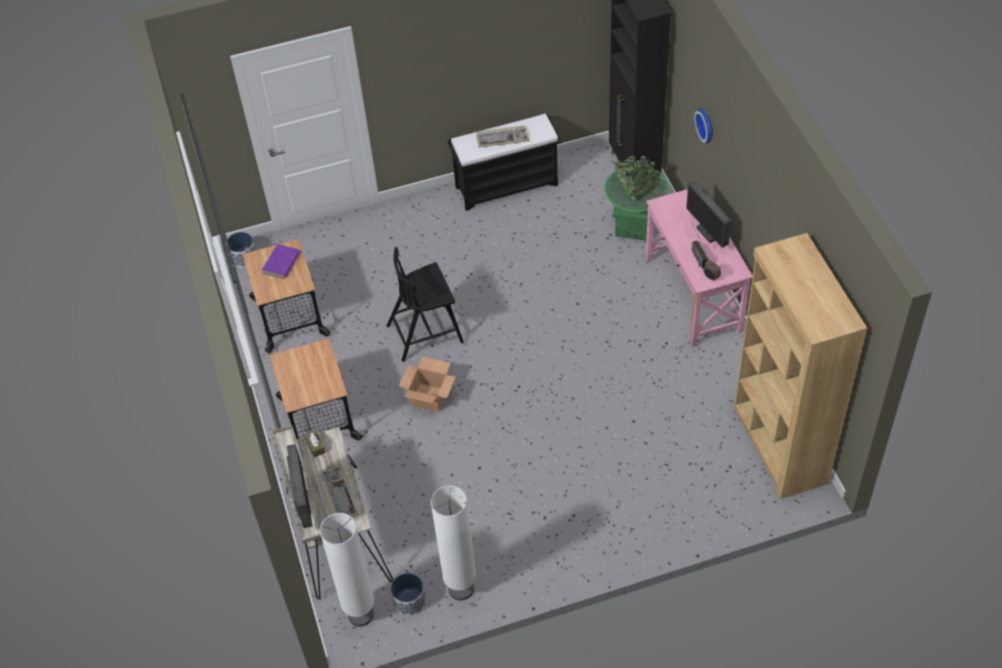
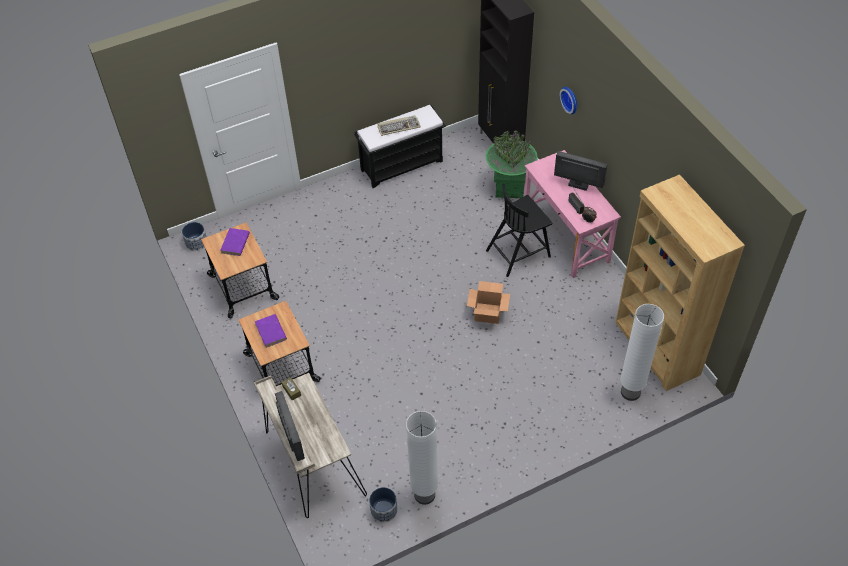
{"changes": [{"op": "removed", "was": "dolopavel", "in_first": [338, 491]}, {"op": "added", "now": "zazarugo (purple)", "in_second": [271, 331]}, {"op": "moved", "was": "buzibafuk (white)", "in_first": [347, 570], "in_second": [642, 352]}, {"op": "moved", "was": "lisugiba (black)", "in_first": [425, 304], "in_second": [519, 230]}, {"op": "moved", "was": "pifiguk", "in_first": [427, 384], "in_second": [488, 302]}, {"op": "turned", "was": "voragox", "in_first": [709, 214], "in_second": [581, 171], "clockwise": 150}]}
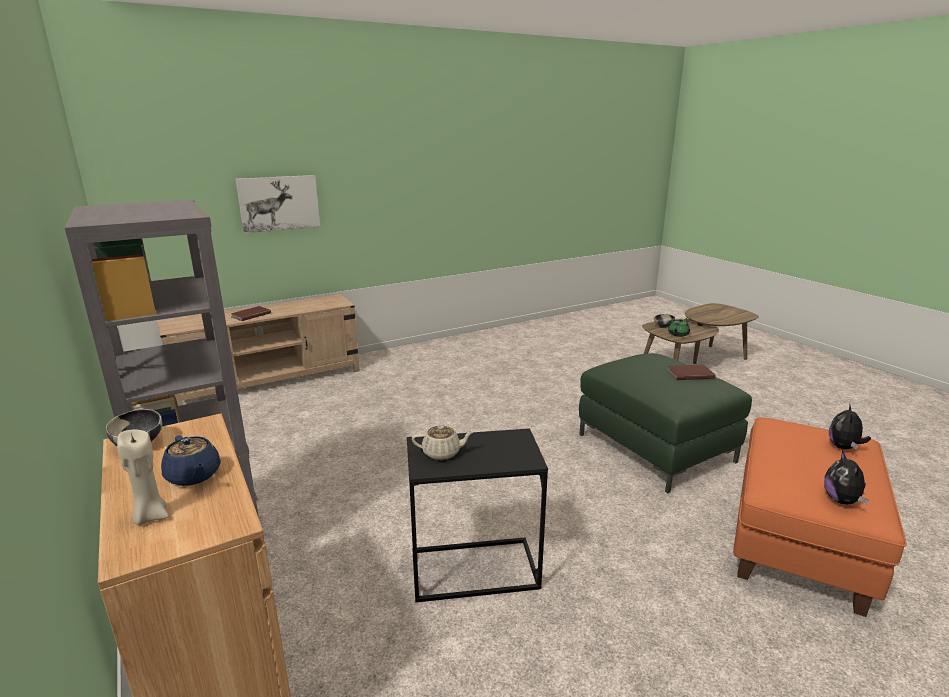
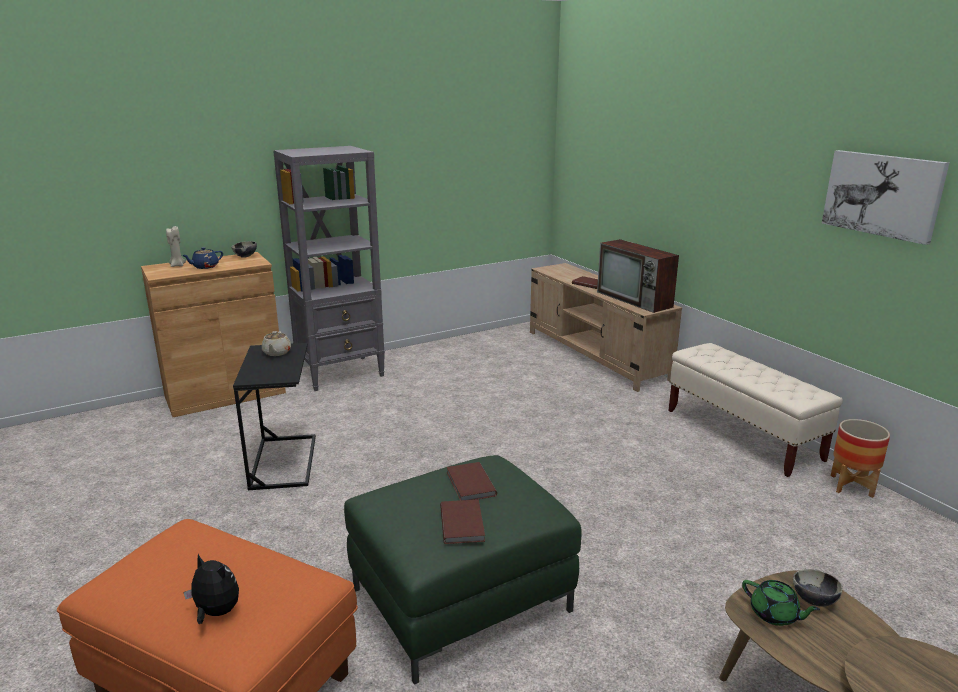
{"changes": [{"op": "removed", "was": "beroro", "in_first": [846, 478]}, {"op": "added", "now": "zazarugo (brown)", "in_second": [472, 481]}, {"op": "added", "now": "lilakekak", "in_second": [638, 276]}, {"op": "added", "now": "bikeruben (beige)", "in_second": [755, 410]}, {"op": "added", "now": "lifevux", "in_second": [860, 458]}, {"op": "moved", "was": "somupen", "in_first": [278, 204], "in_second": [885, 197]}]}
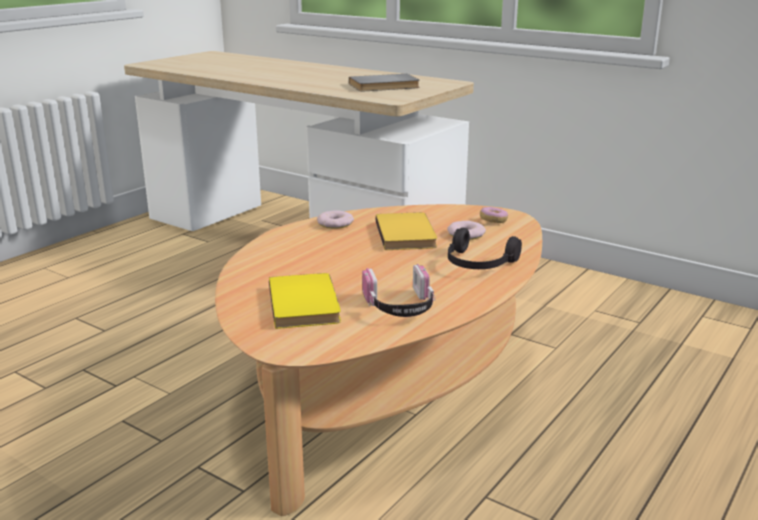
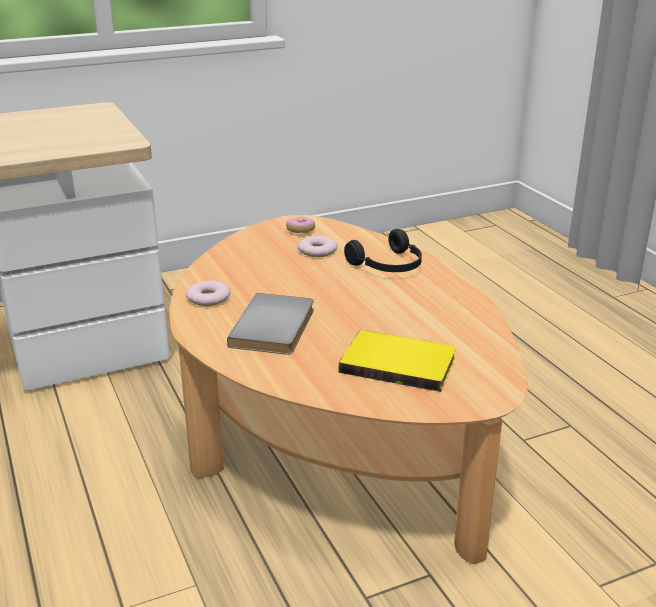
{"changes": [{"op": "removed", "was": "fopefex", "in_first": [398, 290]}, {"op": "removed", "was": "zazarugo (yellow)", "in_first": [406, 231]}, {"op": "moved", "was": "zazarugo (grey)", "in_first": [384, 82], "in_second": [270, 324]}]}
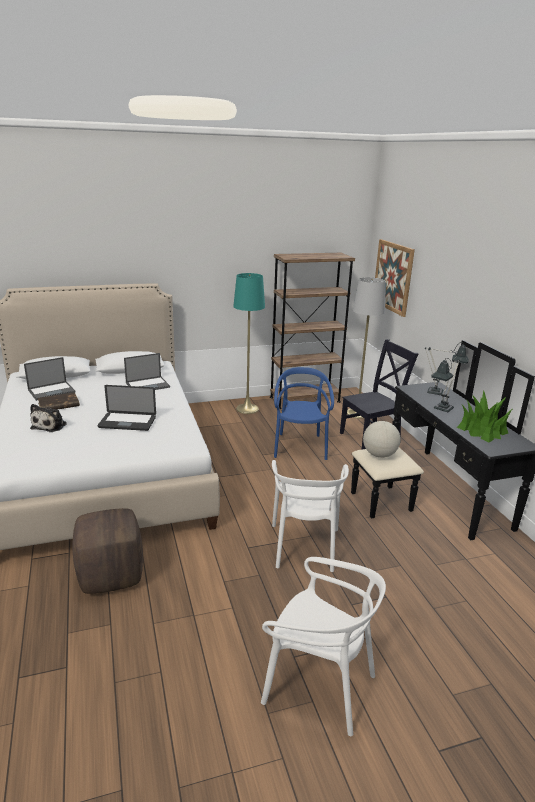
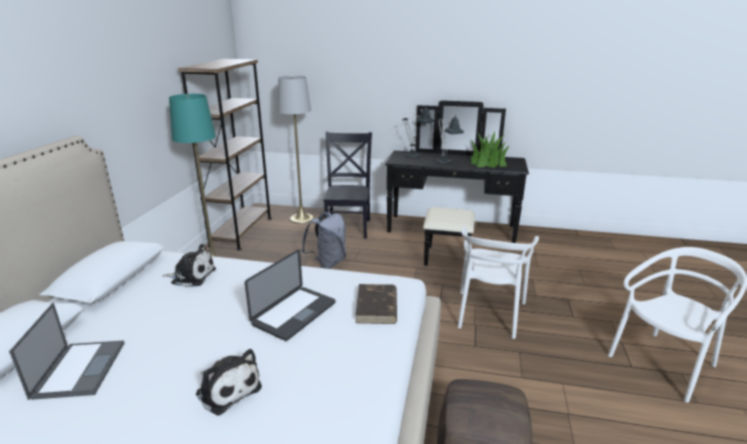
{"changes": [{"op": "removed", "was": "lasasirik", "in_first": [382, 439]}, {"op": "removed", "was": "somupen", "in_first": [395, 278]}, {"op": "moved", "was": "zazarugo (brown)", "in_first": [59, 401], "in_second": [376, 304]}, {"op": "replaced", "was": "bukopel", "now": "beroro", "in_first": [147, 371], "in_second": [189, 265]}, {"op": "replaced", "was": "lisugiba (blue)", "now": "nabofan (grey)", "in_first": [304, 413], "in_second": [323, 240]}, {"op": "turned", "was": "lisugiba (white)", "in_first": [310, 516], "in_second": [498, 283], "clockwise": 75}]}
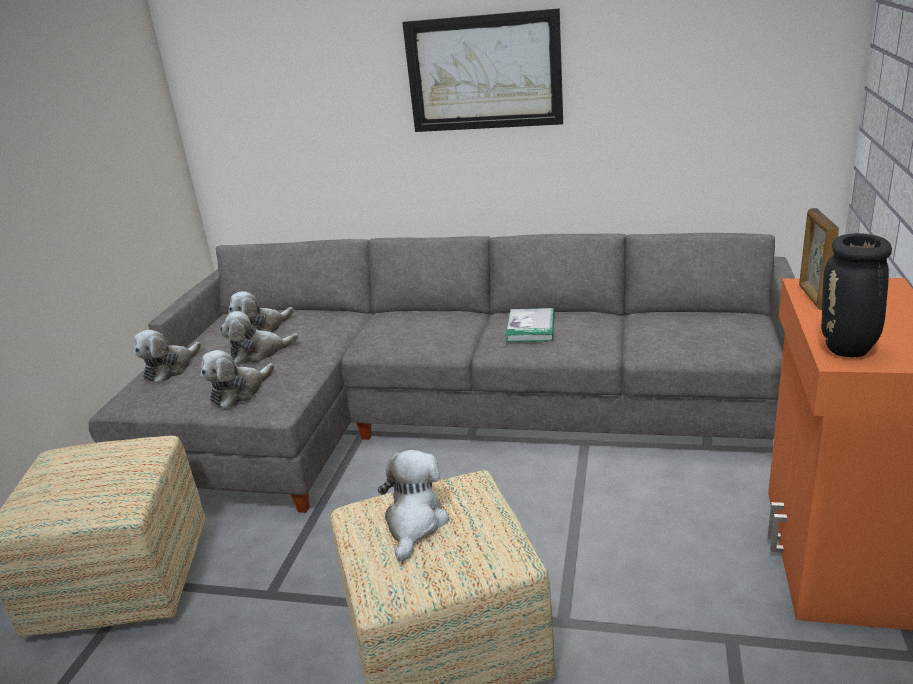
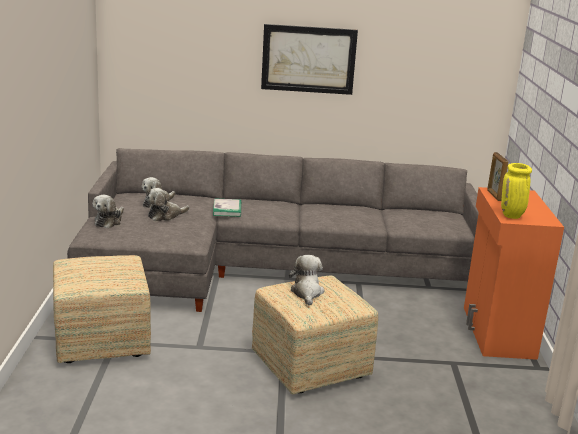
{"changes": [{"op": "removed", "was": "beroro", "in_first": [237, 379]}, {"op": "moved", "was": "zazarugo", "in_first": [530, 325], "in_second": [227, 208]}, {"op": "recoloured", "was": "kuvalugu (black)", "now": "kuvalugu (yellow)", "in_first": [856, 295], "in_second": [516, 191]}]}
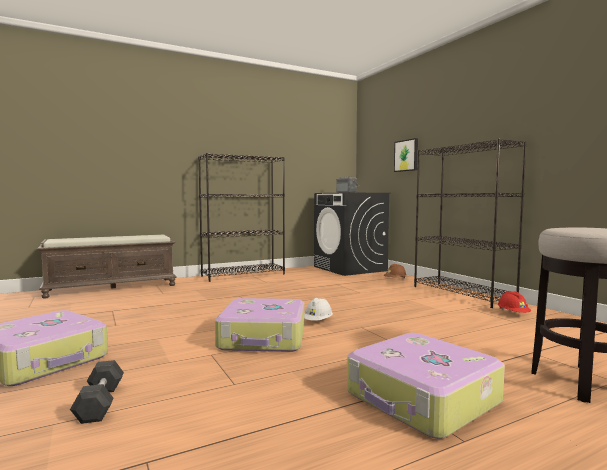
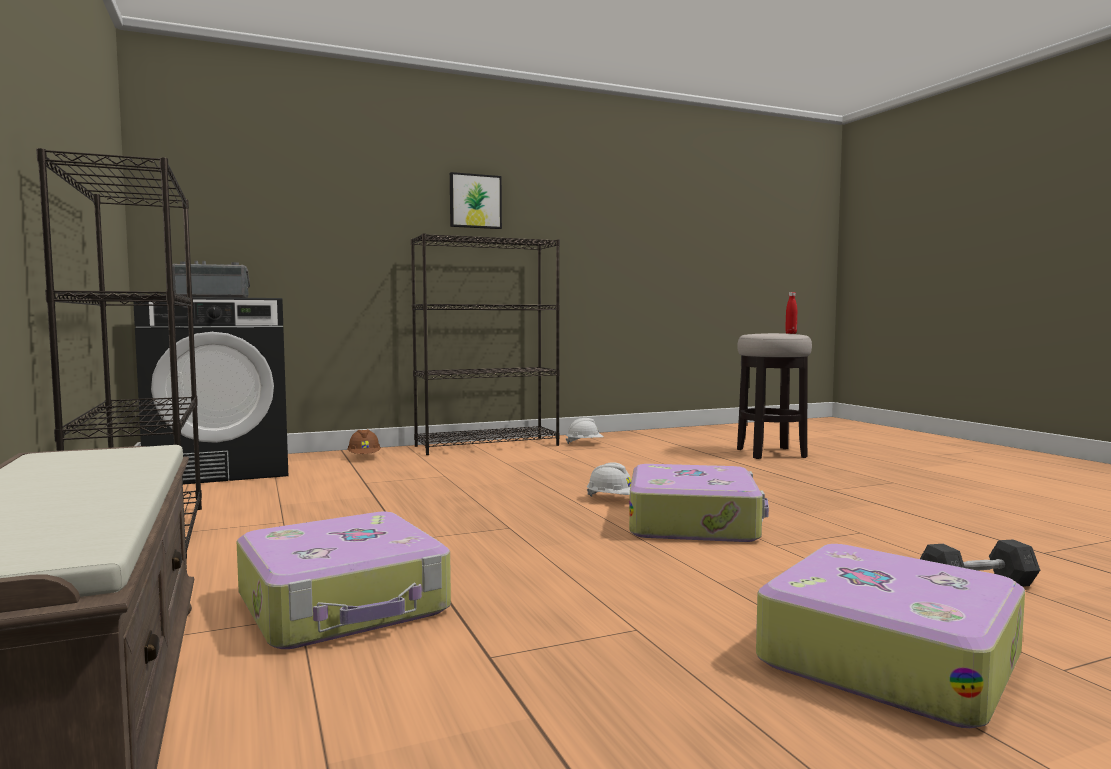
{"changes": [{"op": "added", "now": "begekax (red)", "in_second": [791, 313]}, {"op": "moved", "was": "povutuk", "in_first": [426, 386], "in_second": [344, 580]}, {"op": "moved", "was": "somupen", "in_first": [406, 155], "in_second": [476, 200]}, {"op": "recoloured", "was": "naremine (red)", "now": "naremine (white)", "in_first": [514, 302], "in_second": [585, 431]}]}
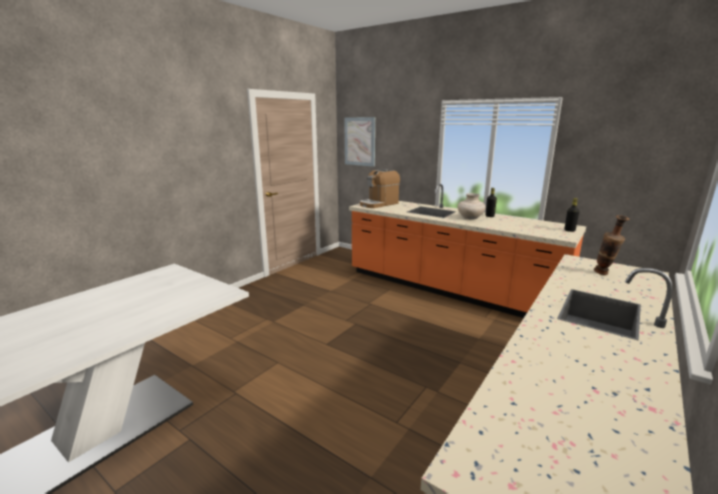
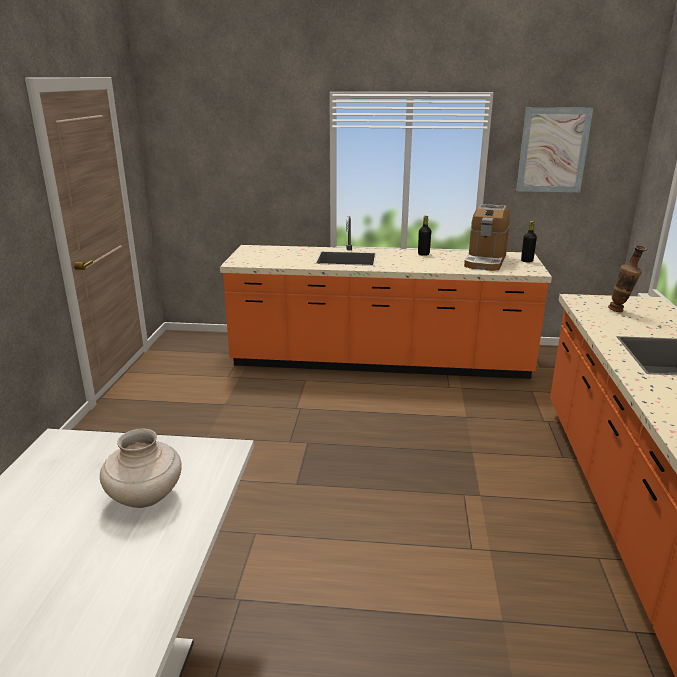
{"changes": [{"op": "moved", "was": "somupen", "in_first": [359, 142], "in_second": [554, 149]}, {"op": "moved", "was": "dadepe", "in_first": [380, 188], "in_second": [487, 237]}, {"op": "moved", "was": "kuvalugu (beige)", "in_first": [471, 206], "in_second": [141, 468]}]}
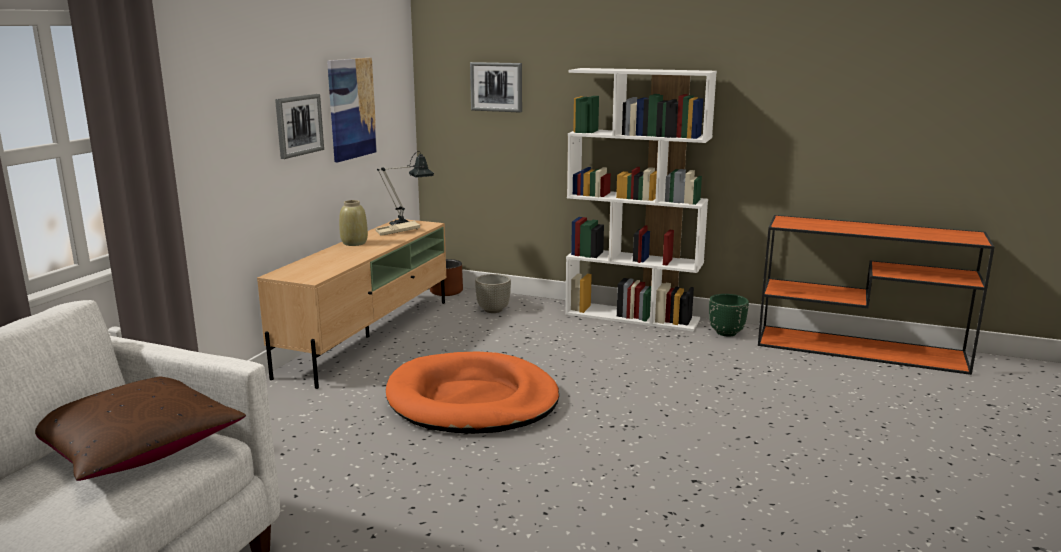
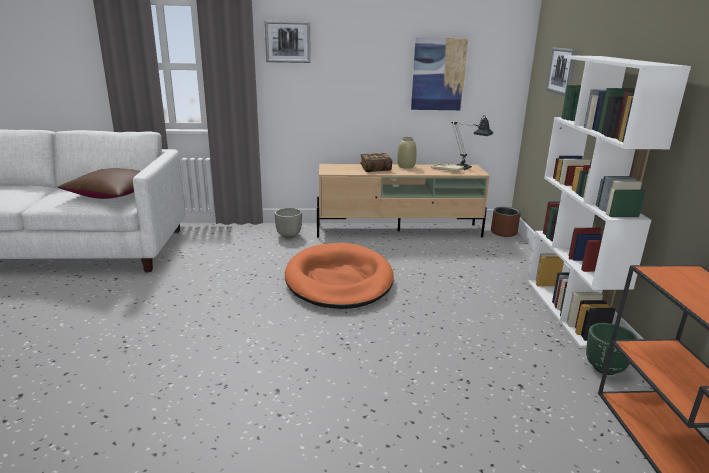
{"changes": [{"op": "added", "now": "zazarugo", "in_second": [376, 162]}, {"op": "moved", "was": "somupen", "in_first": [299, 126], "in_second": [288, 42]}, {"op": "moved", "was": "lifevux (grey)", "in_first": [493, 293], "in_second": [288, 223]}]}
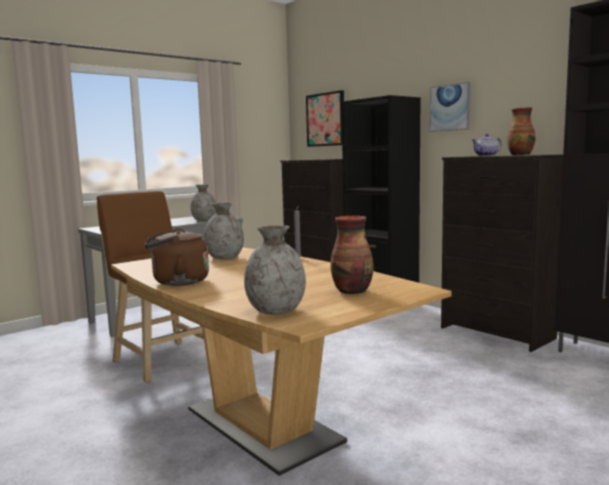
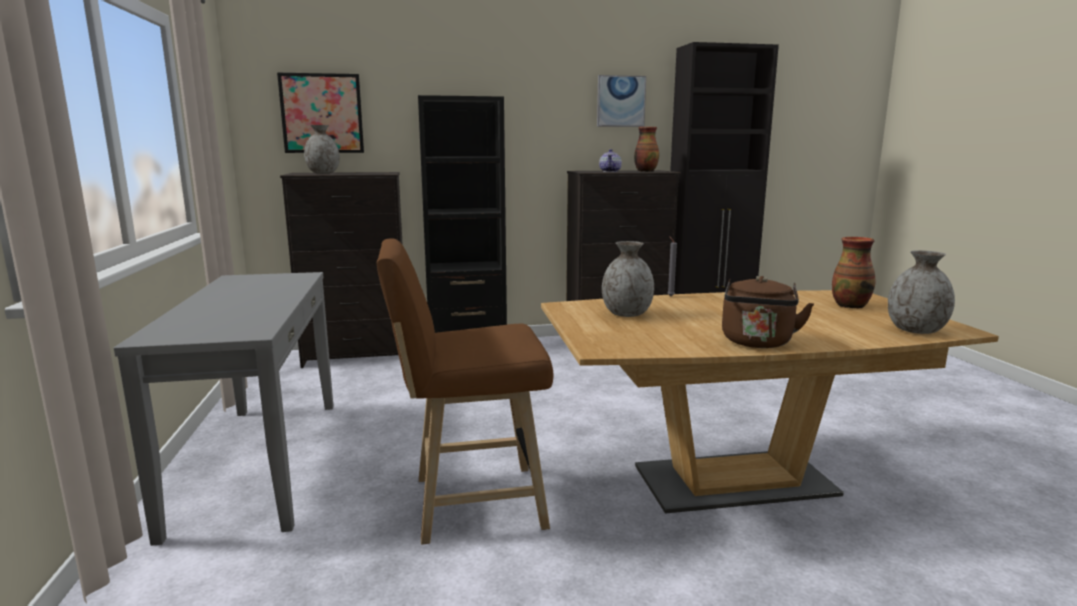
{"changes": [{"op": "moved", "was": "kuvalugu (grey)", "in_first": [203, 202], "in_second": [322, 149]}, {"op": "moved", "was": "somupen", "in_first": [450, 107], "in_second": [621, 101]}]}
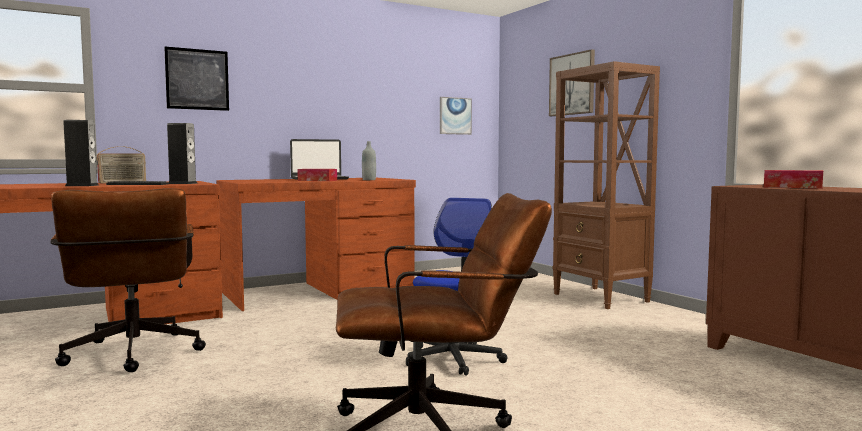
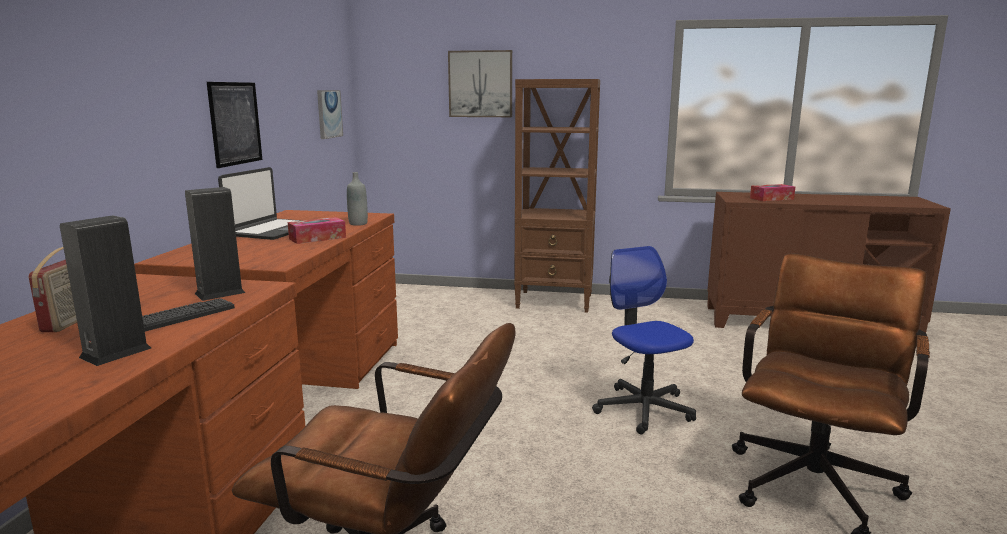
{"changes": [{"op": "moved", "was": "somupen", "in_first": [196, 79], "in_second": [234, 125]}]}
